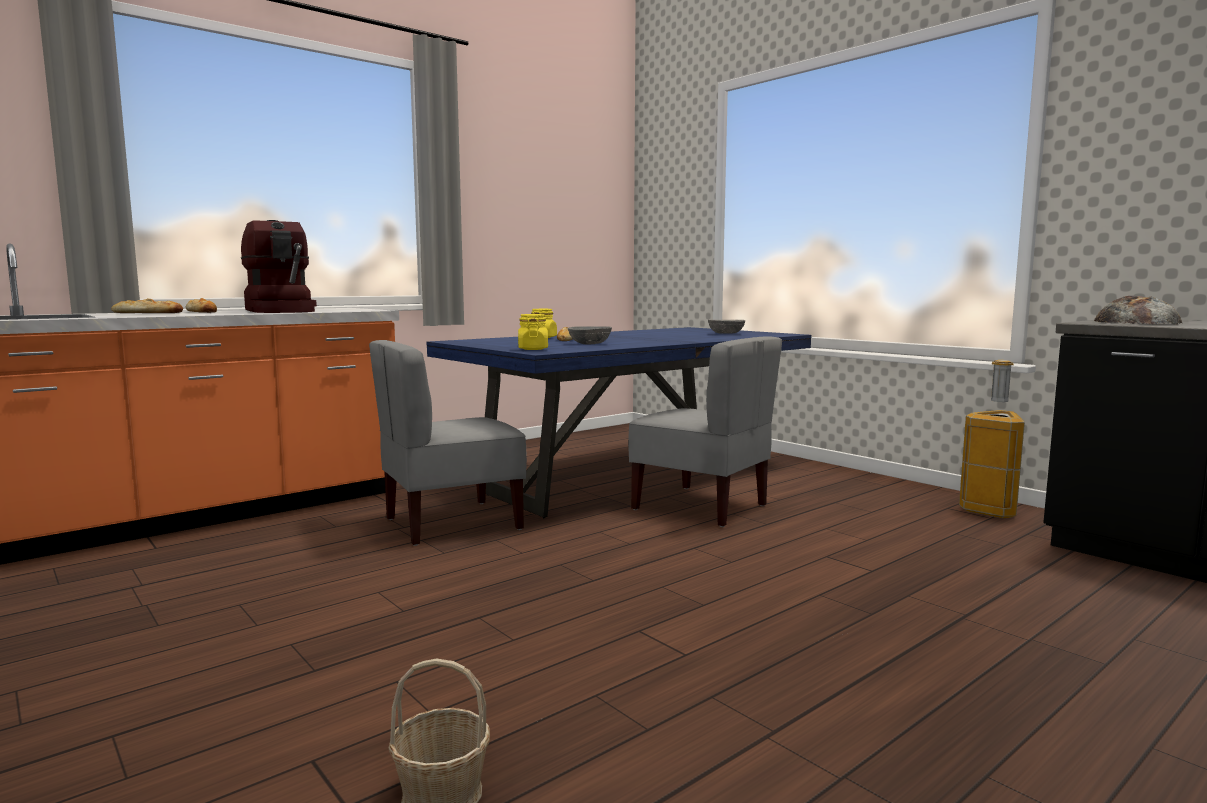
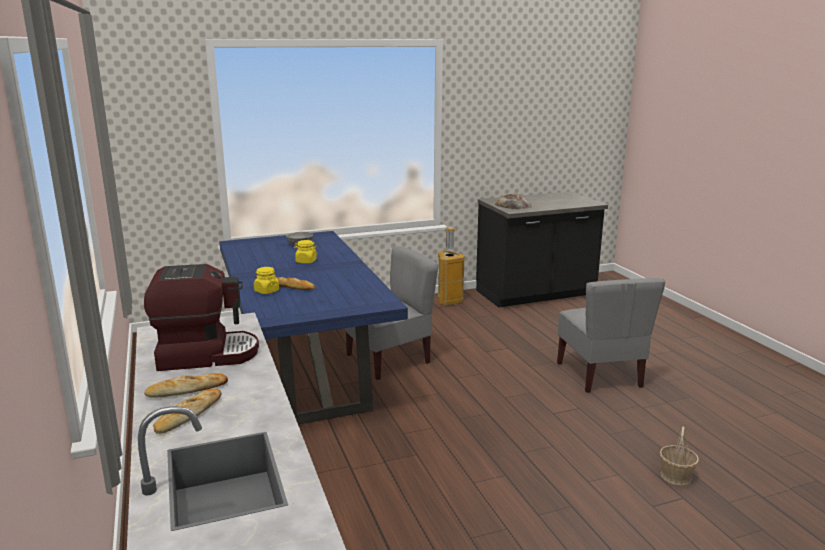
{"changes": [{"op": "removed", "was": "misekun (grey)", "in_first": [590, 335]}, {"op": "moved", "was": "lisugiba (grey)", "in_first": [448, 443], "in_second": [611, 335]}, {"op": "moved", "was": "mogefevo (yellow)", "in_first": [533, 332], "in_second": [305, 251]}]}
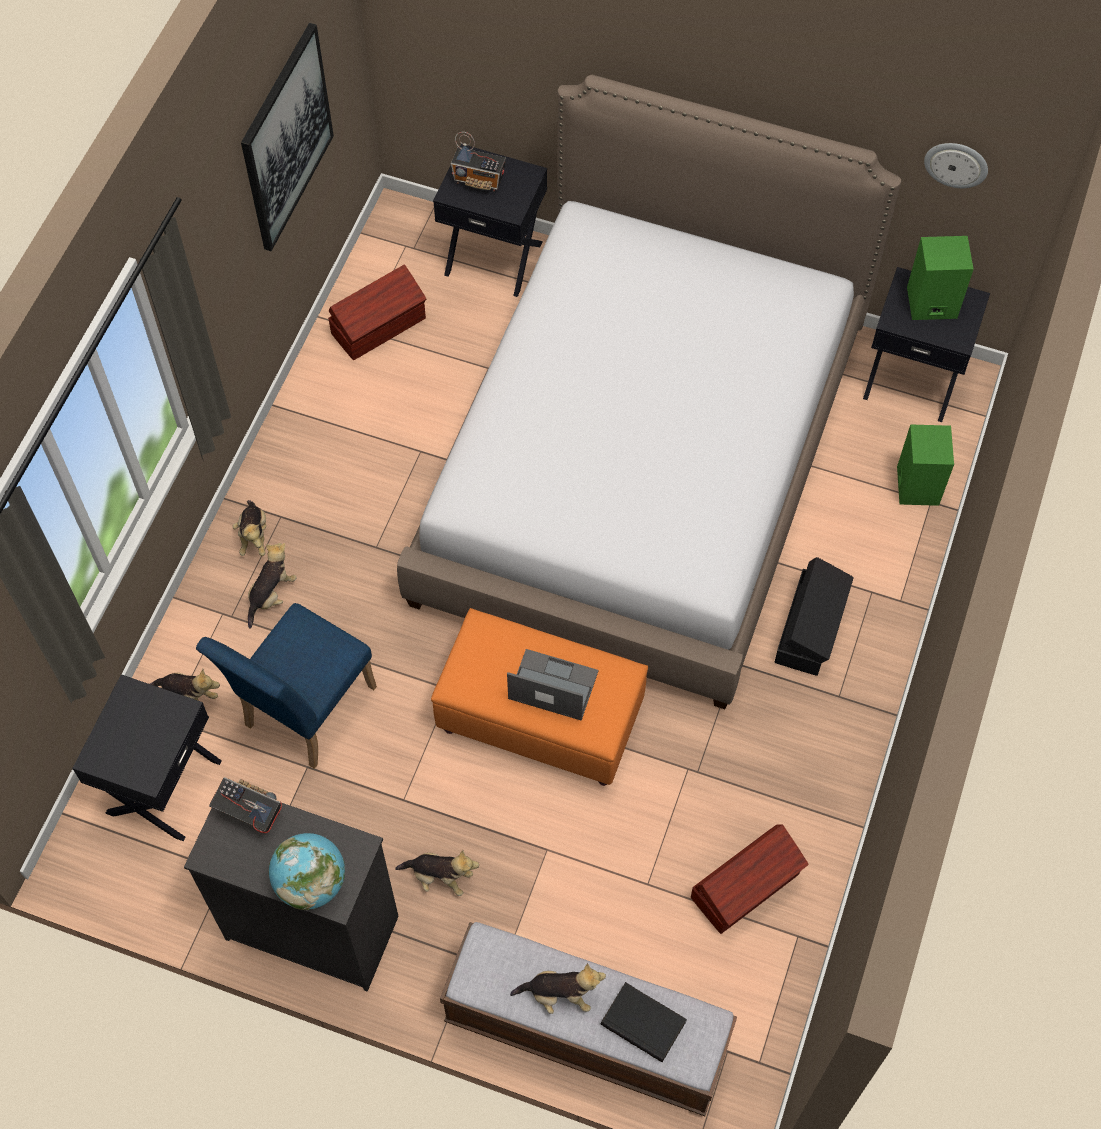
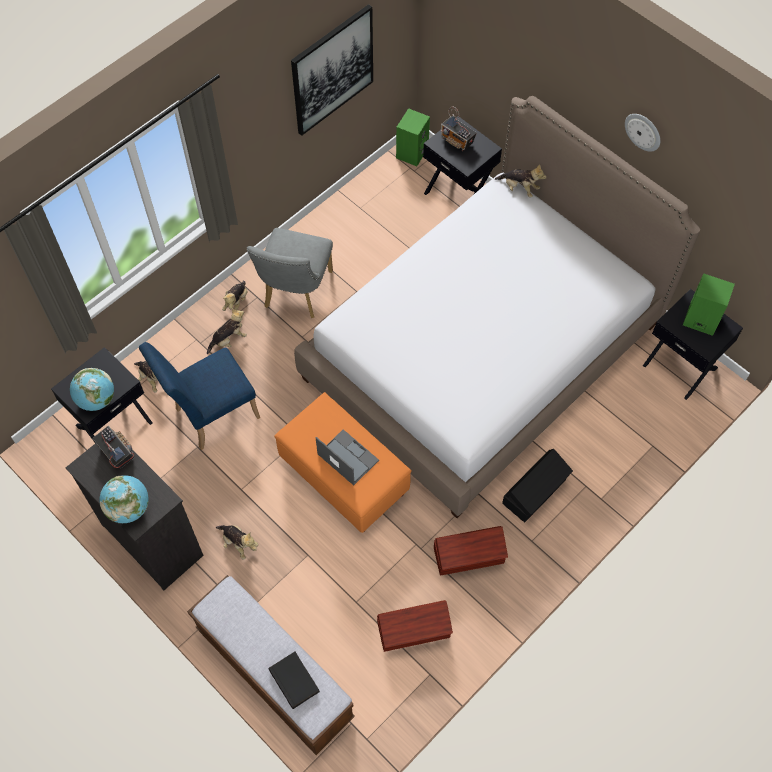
{"changes": [{"op": "added", "now": "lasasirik", "in_second": [92, 389]}, {"op": "added", "now": "lisugiba (grey)", "in_second": [290, 273]}, {"op": "moved", "was": "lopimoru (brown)", "in_first": [377, 312], "in_second": [471, 551]}, {"op": "moved", "was": "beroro", "in_first": [558, 988], "in_second": [520, 181]}, {"op": "moved", "was": "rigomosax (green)", "in_first": [925, 465], "in_second": [413, 137]}, {"op": "moved", "was": "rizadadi", "in_first": [956, 165], "in_second": [642, 133]}]}
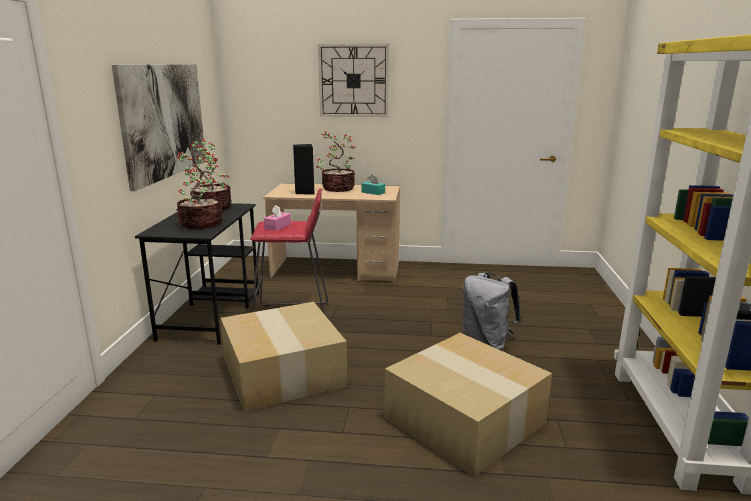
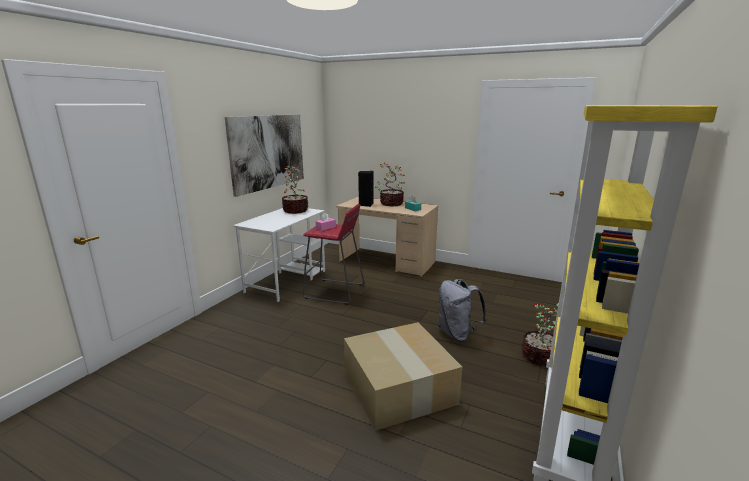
{"changes": [{"op": "removed", "was": "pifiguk", "in_first": [284, 357]}, {"op": "removed", "was": "rizadadi", "in_first": [353, 80]}, {"op": "moved", "was": "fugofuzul", "in_first": [199, 190], "in_second": [540, 334]}, {"op": "recoloured", "was": "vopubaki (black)", "now": "vopubaki (white)", "in_first": [197, 274], "in_second": [279, 255]}]}
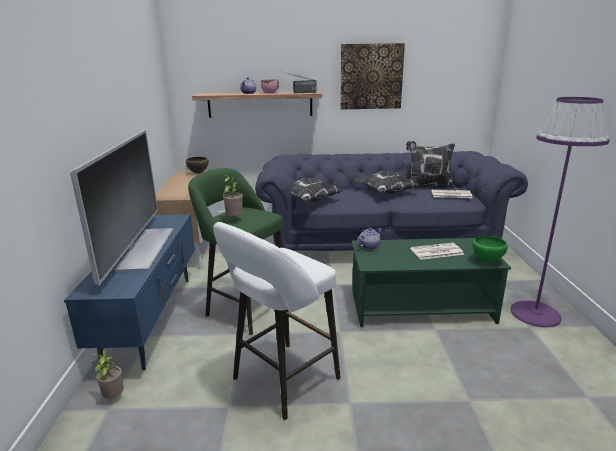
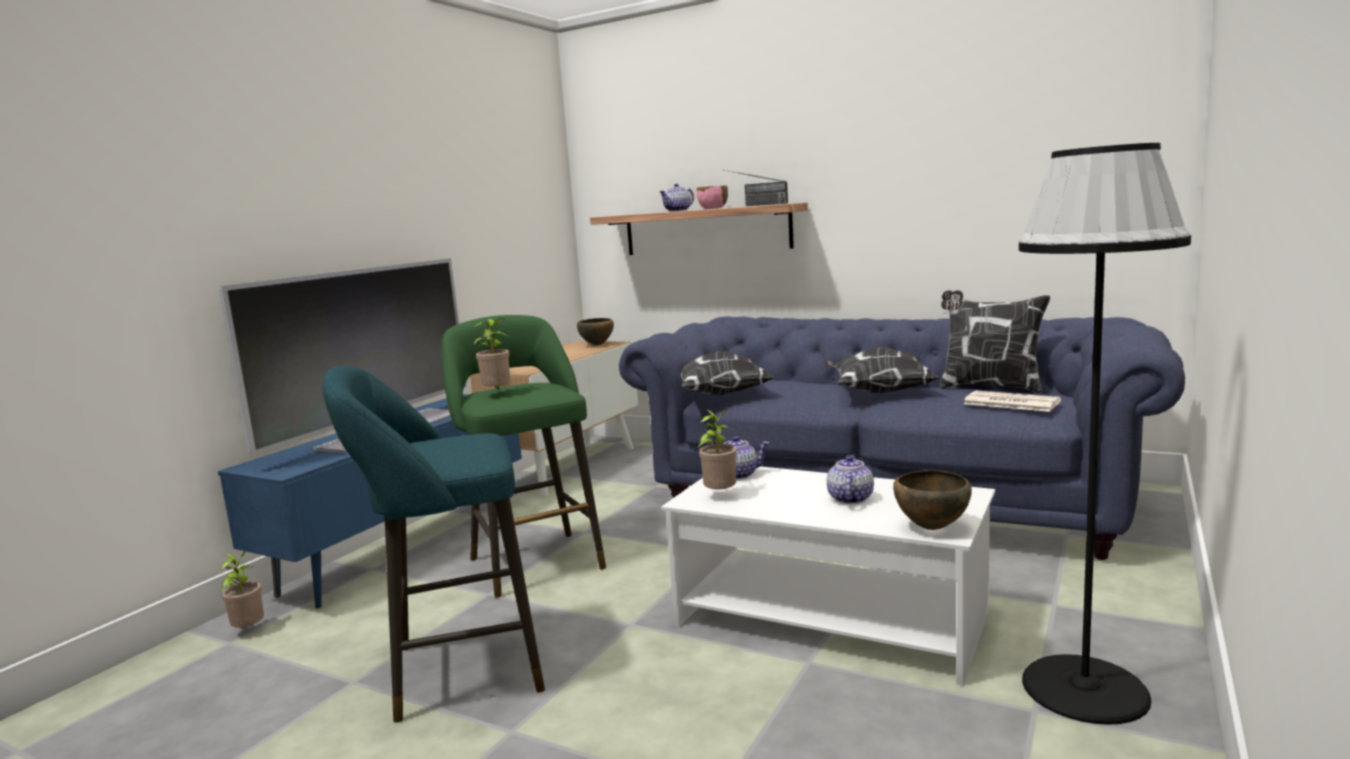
{"changes": [{"op": "removed", "was": "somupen", "in_first": [372, 76]}, {"op": "added", "now": "fugofuzul", "in_second": [717, 449]}, {"op": "replaced", "was": "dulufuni", "now": "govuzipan", "in_first": [437, 251], "in_second": [850, 479]}, {"op": "recoloured", "was": "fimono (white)", "now": "fimono (turquoise)", "in_first": [277, 321], "in_second": [433, 544]}, {"op": "recoloured", "was": "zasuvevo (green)", "now": "zasuvevo (white)", "in_first": [431, 282], "in_second": [828, 576]}, {"op": "recoloured", "was": "misekun (green)", "now": "misekun (brown)", "in_first": [490, 249], "in_second": [932, 500]}, {"op": "recoloured", "was": "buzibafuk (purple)", "now": "buzibafuk (black)", "in_first": [560, 212], "in_second": [1105, 434]}]}
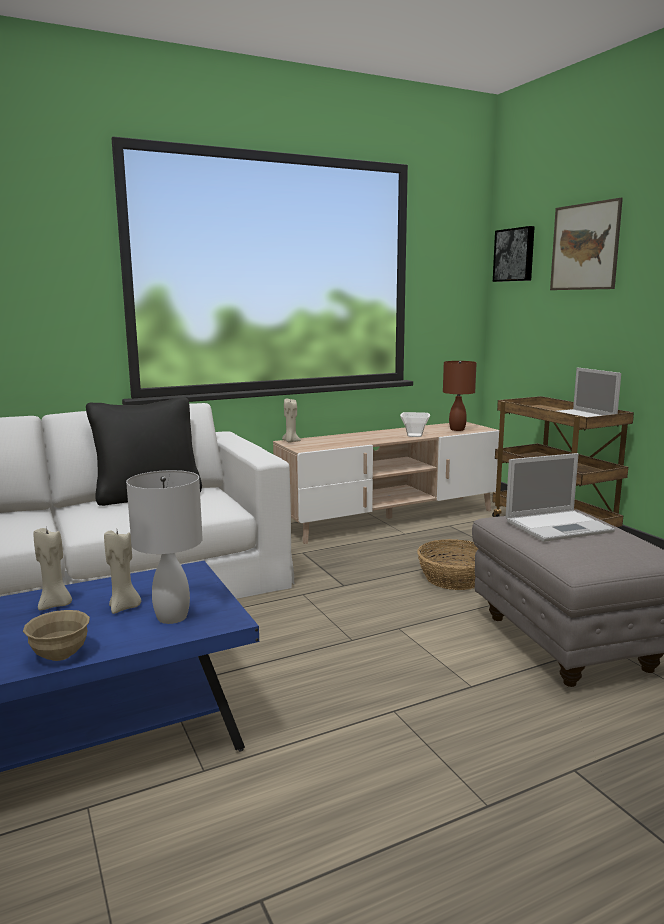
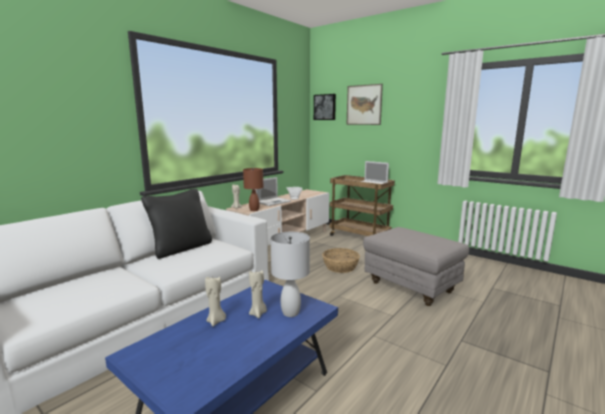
{"changes": [{"op": "removed", "was": "misekun (beige)", "in_first": [56, 635]}, {"op": "moved", "was": "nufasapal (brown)", "in_first": [460, 396], "in_second": [253, 189]}, {"op": "moved", "was": "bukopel", "in_first": [560, 497], "in_second": [273, 191]}]}
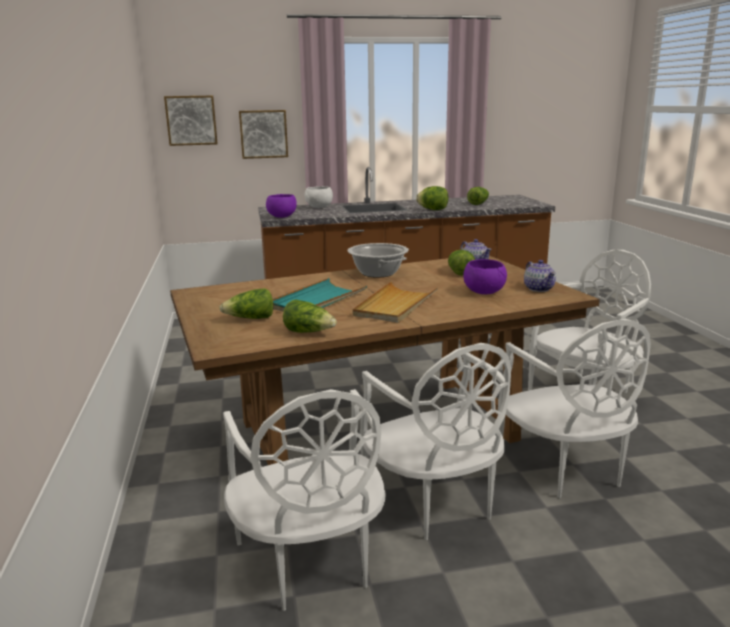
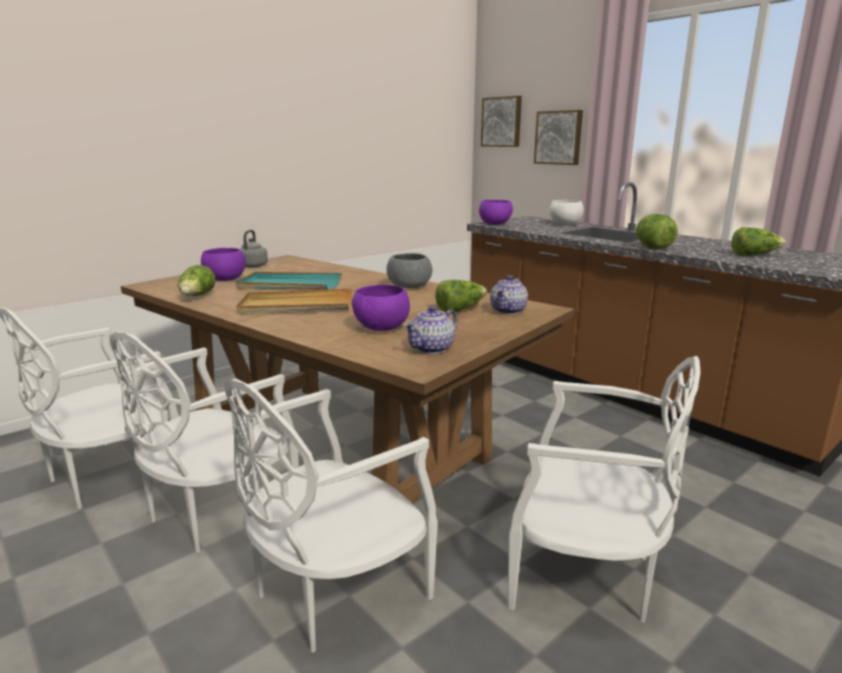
{"changes": [{"op": "added", "now": "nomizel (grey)", "in_second": [254, 249]}, {"op": "replaced", "was": "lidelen", "now": "misekun (purple)", "in_first": [246, 303], "in_second": [223, 264]}, {"op": "replaced", "was": "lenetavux", "now": "misekun (grey)", "in_first": [378, 260], "in_second": [409, 270]}]}
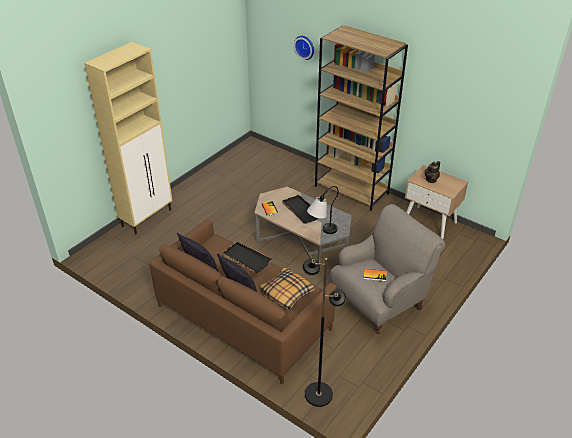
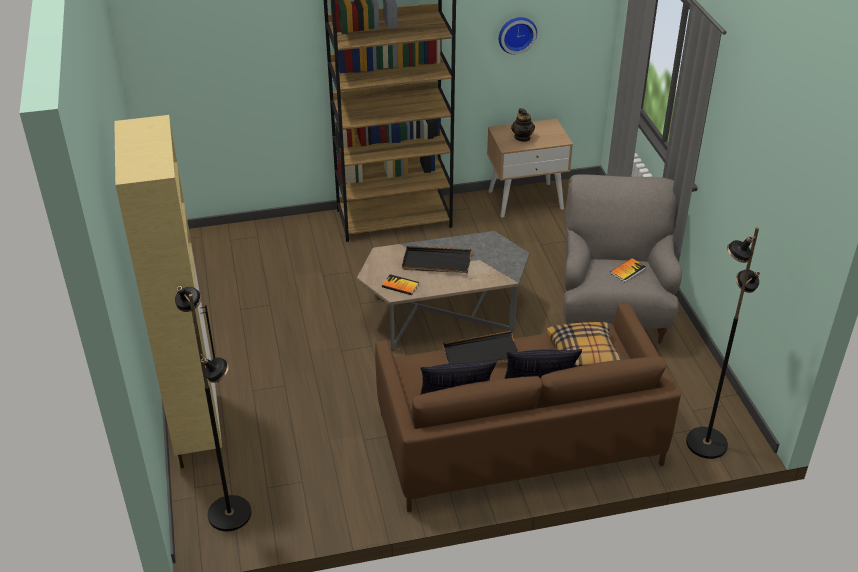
{"changes": [{"op": "removed", "was": "nufasapal", "in_first": [322, 210]}, {"op": "added", "now": "buzibafuk (black)", "in_second": [213, 408]}, {"op": "moved", "was": "rizadadi", "in_first": [304, 48], "in_second": [518, 35]}]}
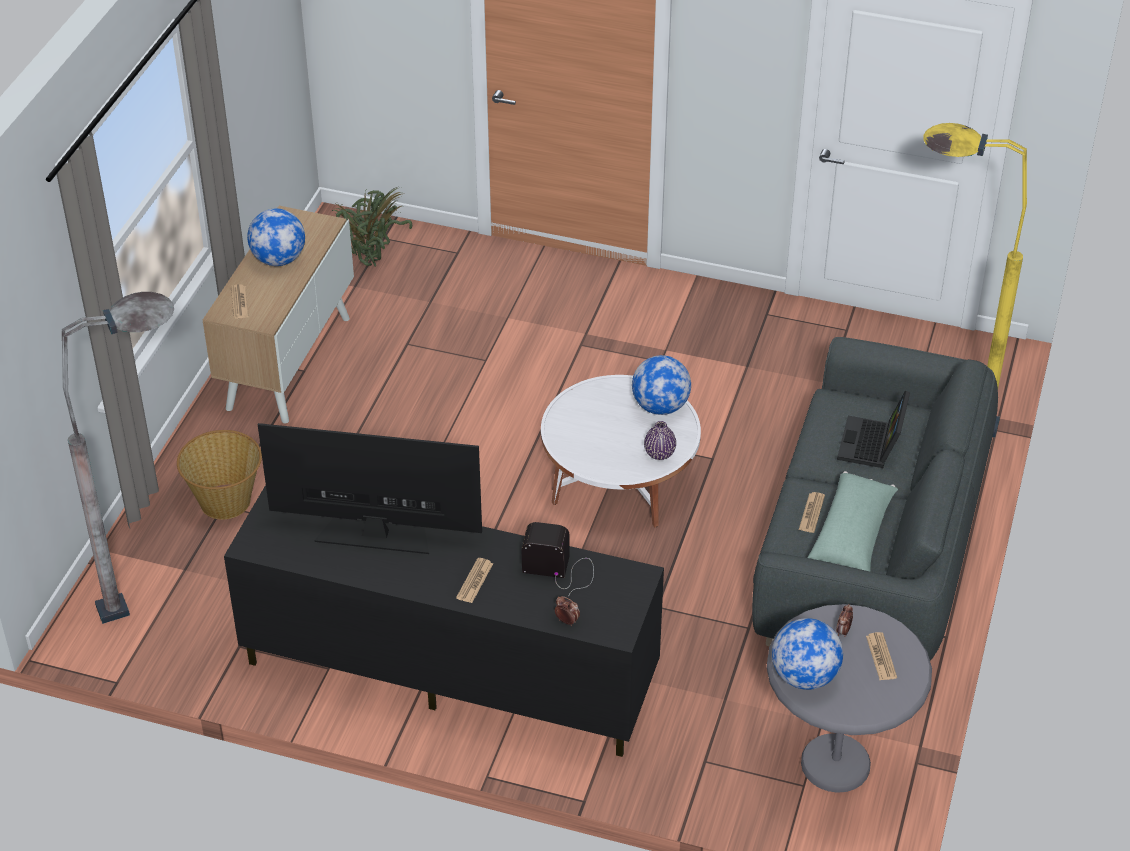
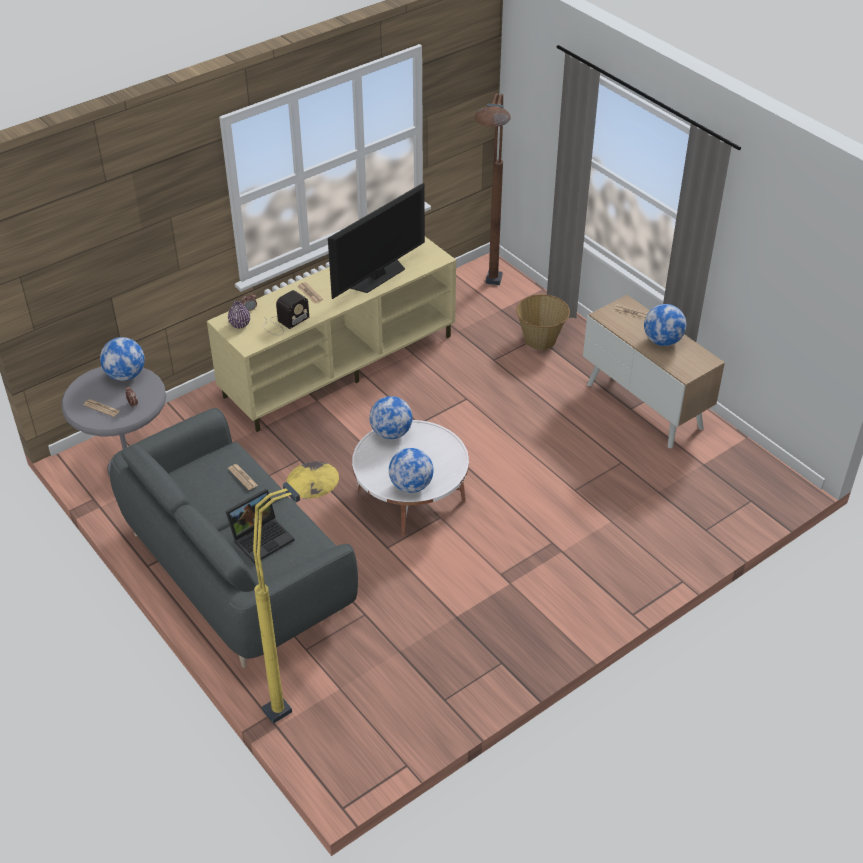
{"changes": [{"op": "removed", "was": "fugofuzul", "in_first": [372, 227]}, {"op": "removed", "was": "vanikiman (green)", "in_first": [853, 521]}, {"op": "added", "now": "lasasirik", "in_second": [391, 417]}, {"op": "moved", "was": "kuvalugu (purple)", "in_first": [660, 440], "in_second": [239, 315]}, {"op": "recoloured", "was": "buzibafuk (grey)", "now": "buzibafuk (brown)", "in_first": [118, 458], "in_second": [493, 189]}, {"op": "recoloured", "was": "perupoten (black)", "now": "perupoten (beige)", "in_first": [444, 621], "in_second": [331, 334]}, {"op": "turned", "was": "bukopel", "in_first": [873, 429], "in_second": [260, 526], "clockwise": 90}]}
